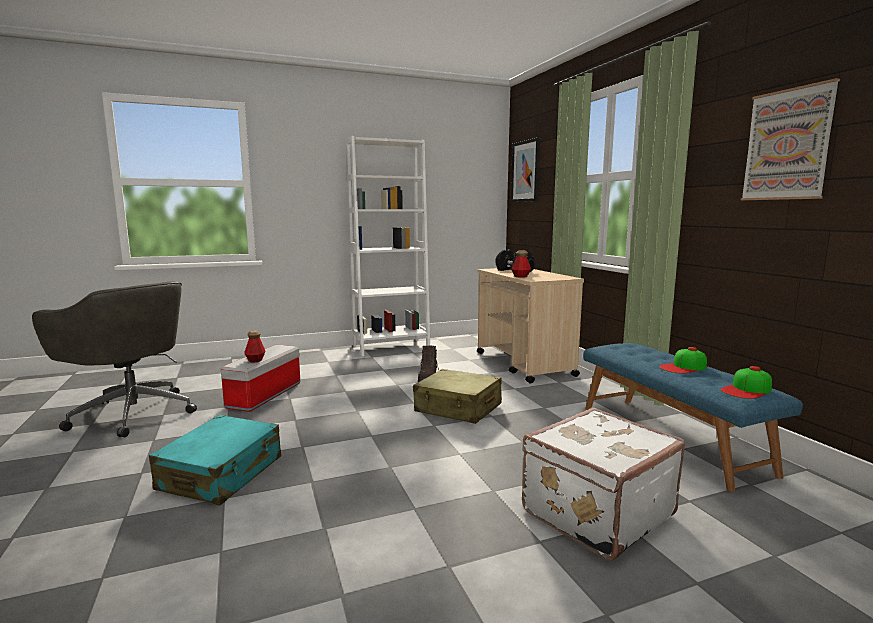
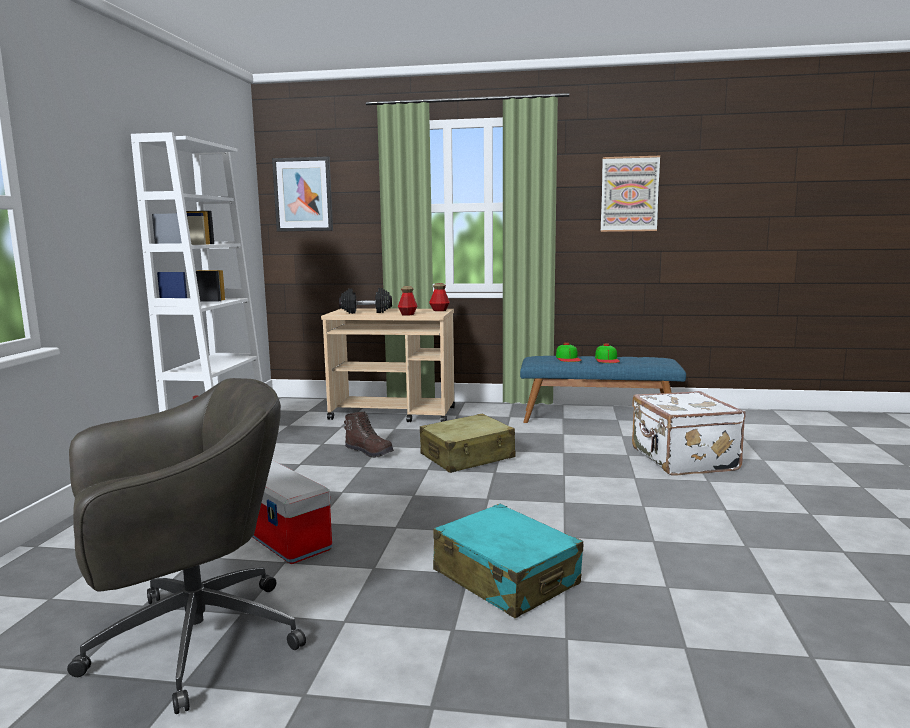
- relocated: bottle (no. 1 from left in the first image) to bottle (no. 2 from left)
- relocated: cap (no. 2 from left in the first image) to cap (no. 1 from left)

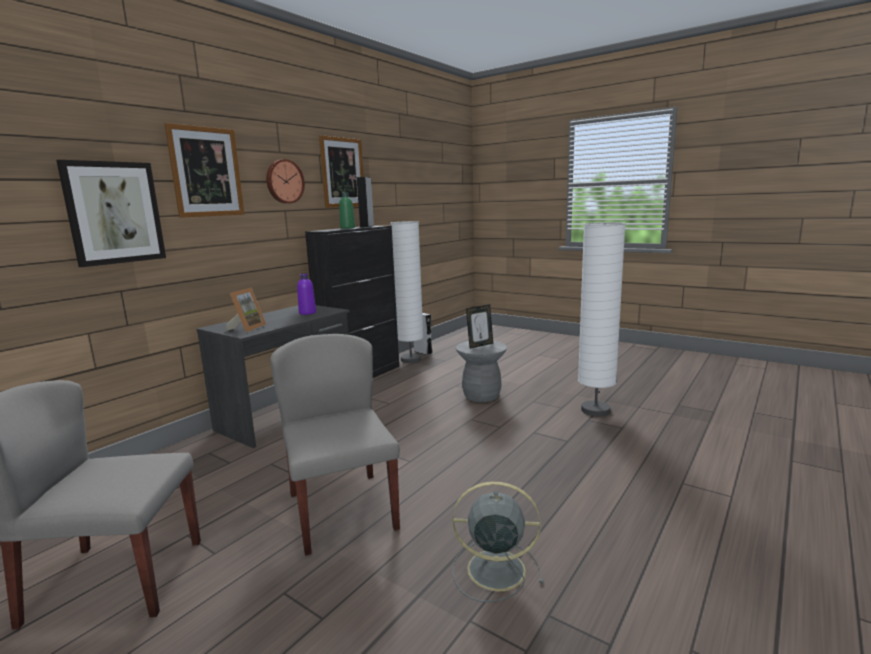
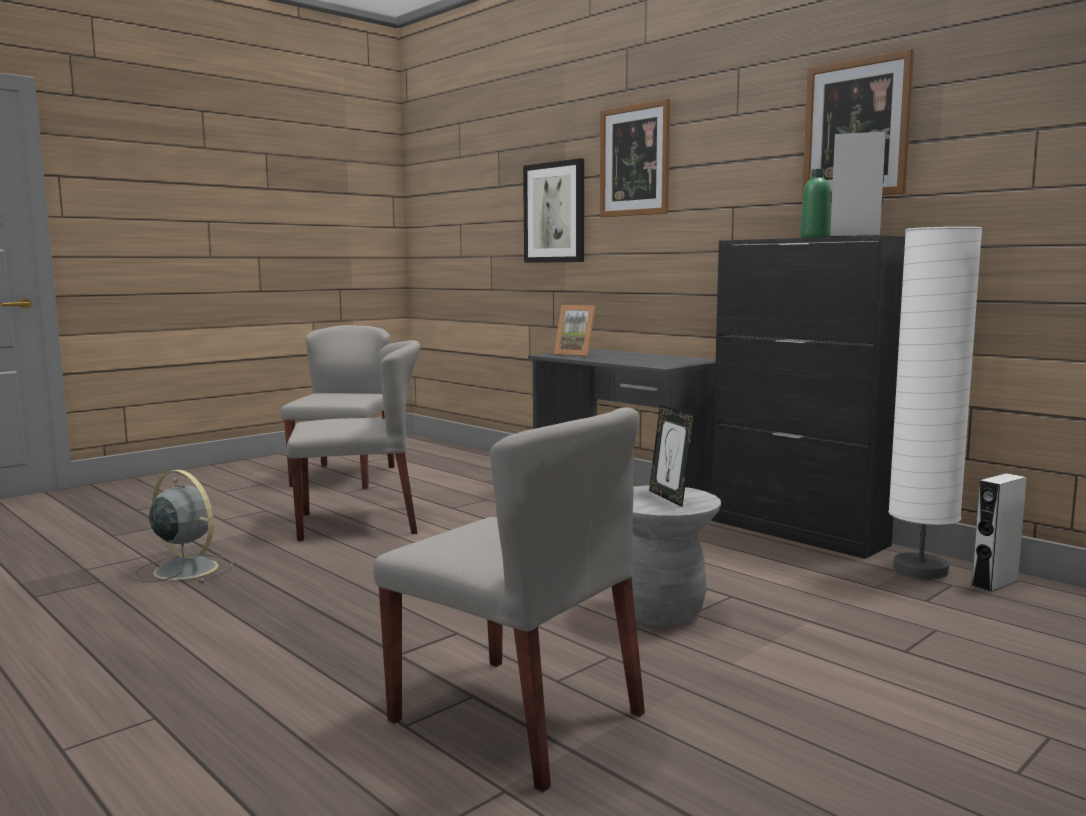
- missing: wall clock
- missing: bottle (purple)
- spun: fan (grey) 75 degrees counterclockwise
- exchanged: floor lamp (white) (no. 2 from left) to chair (grey) (no. 3 from left)

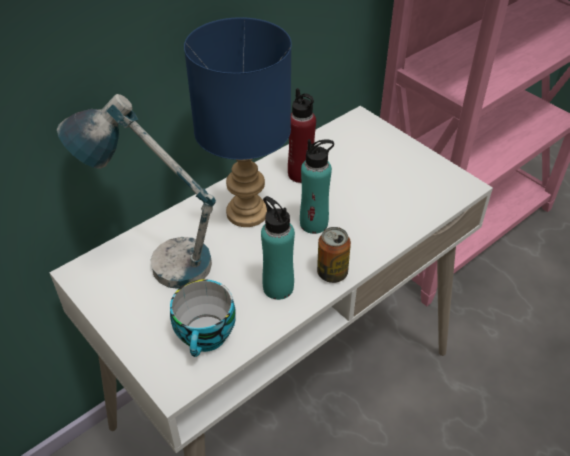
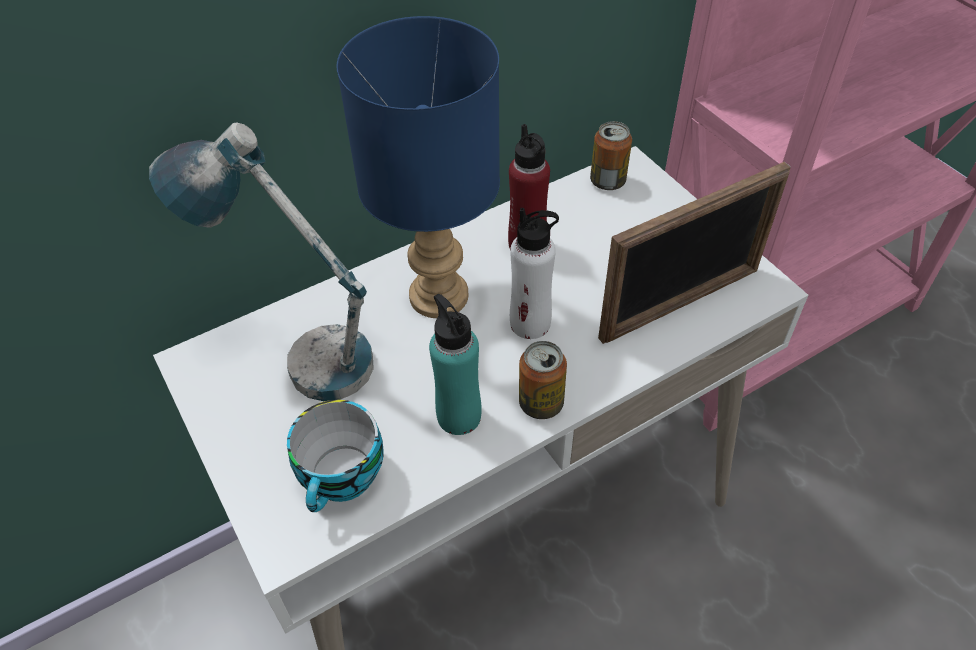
- colour: bottle (turquoise) (no. 2 from left) to bottle (white)
- appeared: can (no. 2 from left)
- appeared: picture frame

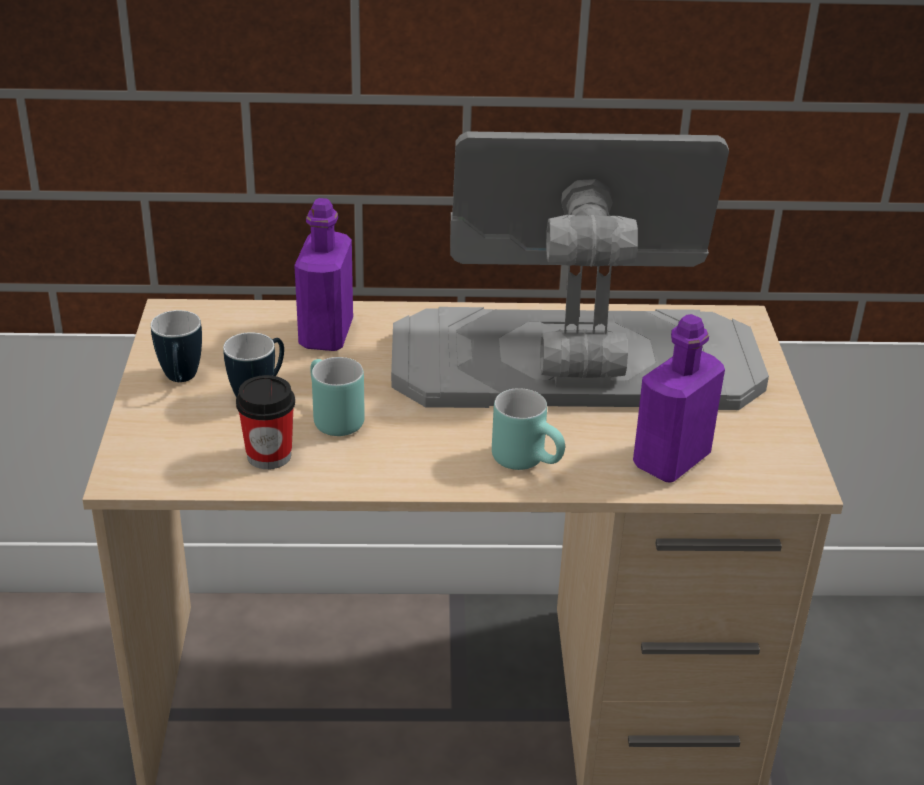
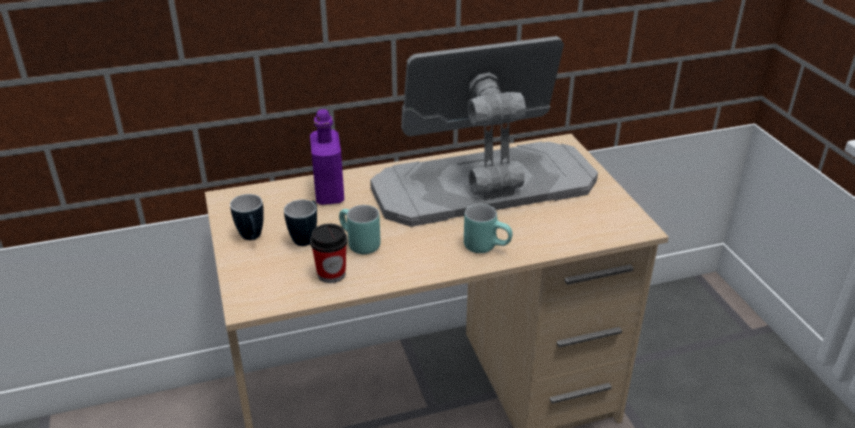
- missing: bottle (purple) (no. 2 from left)

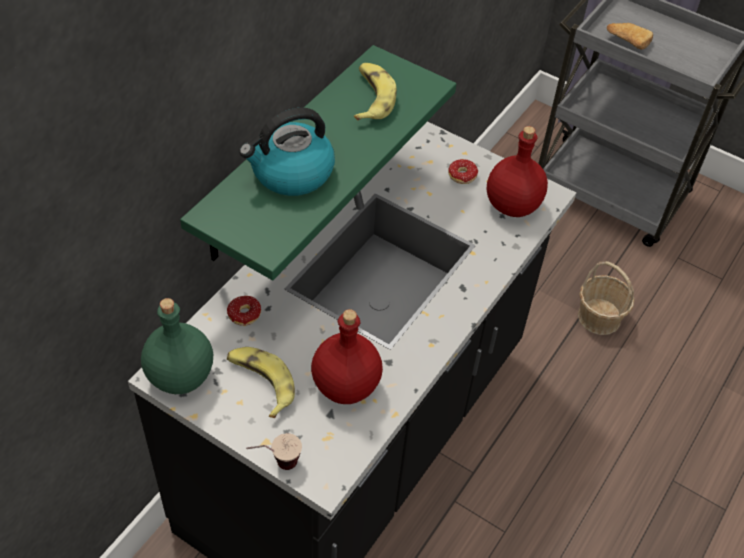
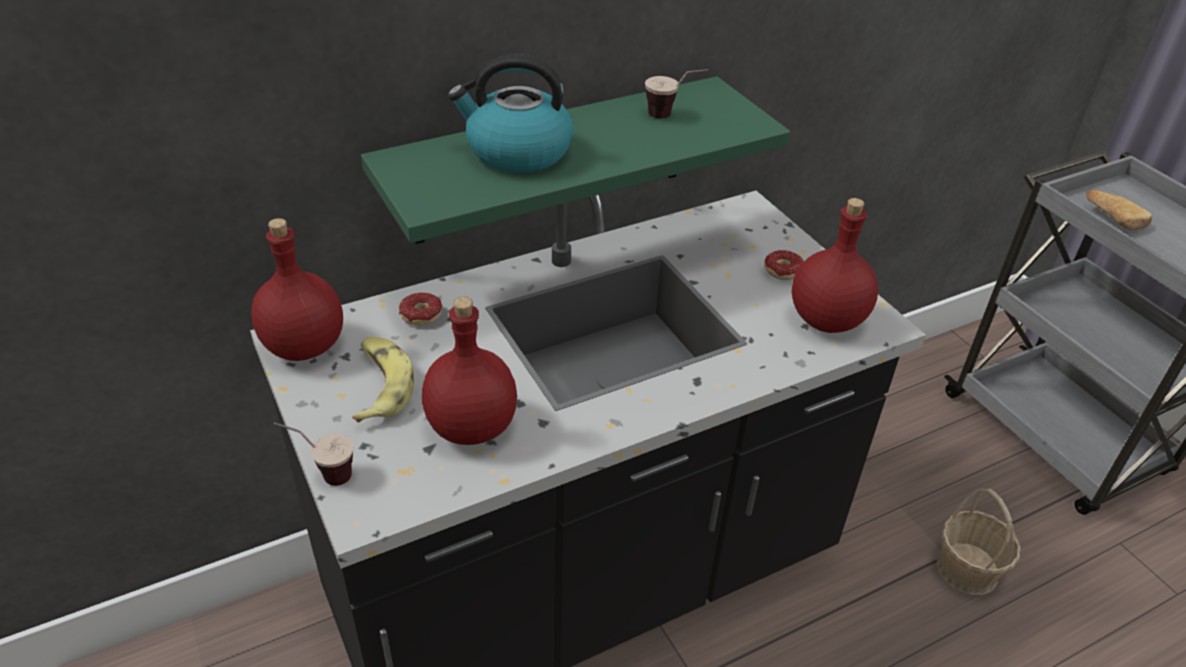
- colour: bottle (green) to bottle (red) (no. 1 from left)
- exchanged: banana (no. 2 from left) to cup (no. 2 from left)

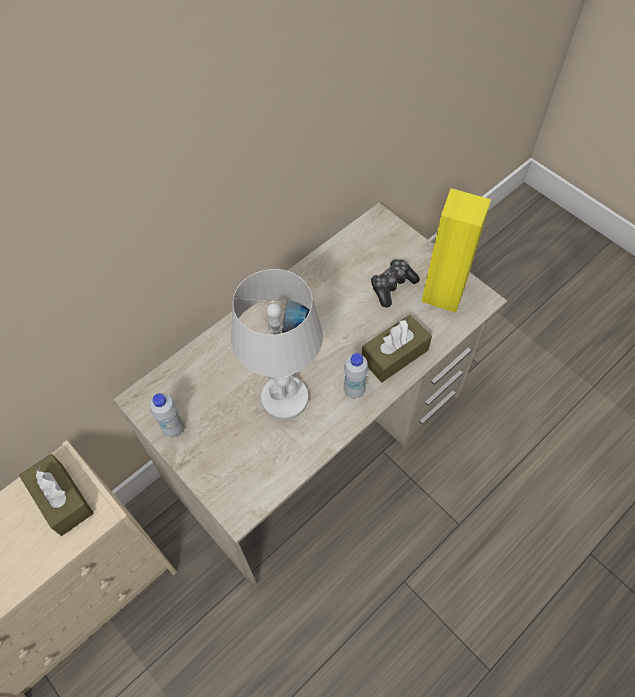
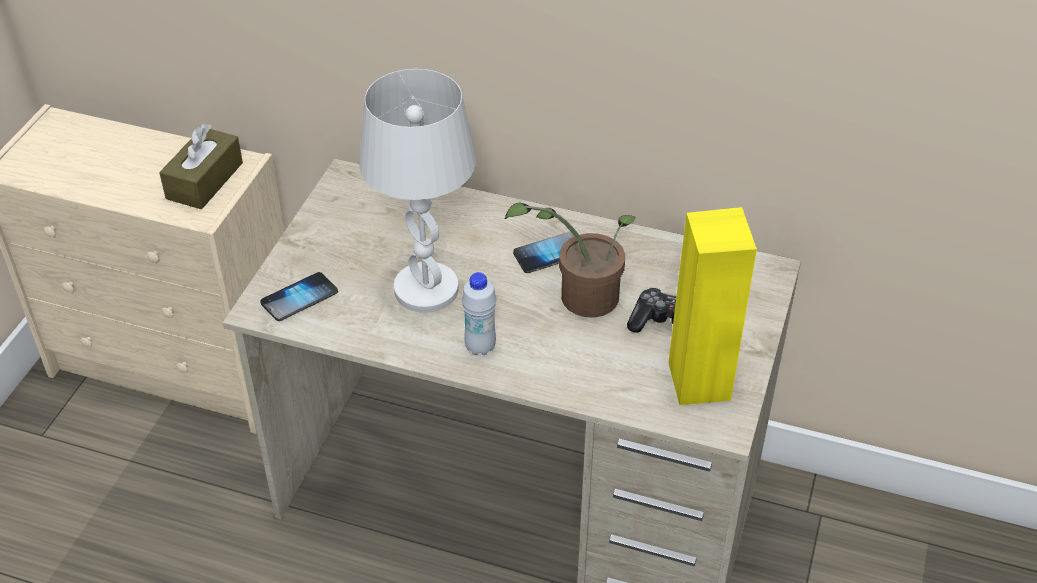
- missing: bottle (white) (no. 1 from left)
- missing: tissue box (brown) (no. 2 from left)
- appeared: phone (no. 1 from left)
- appeared: potted plant

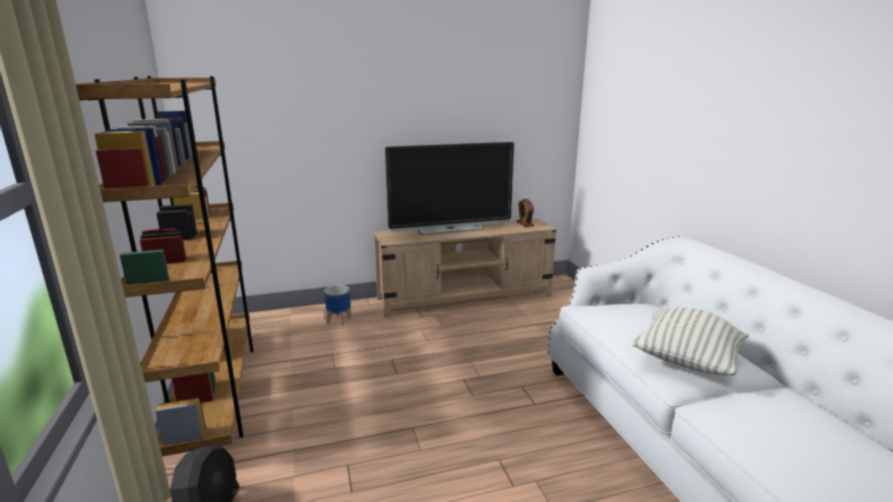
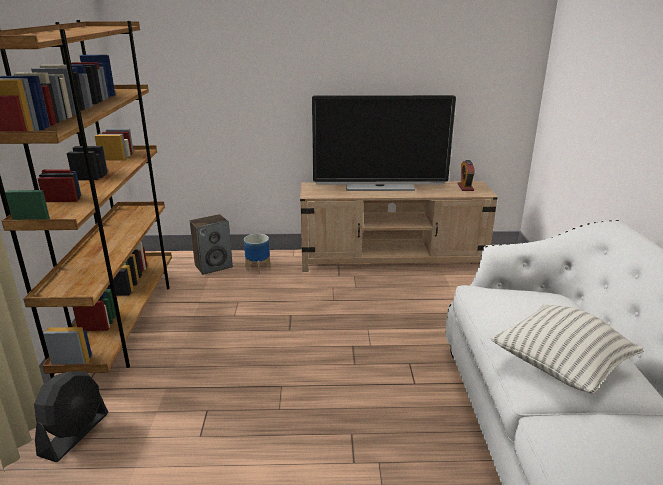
- appeared: speaker

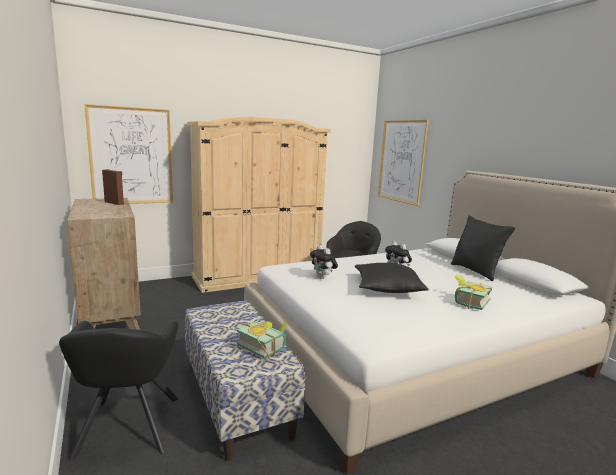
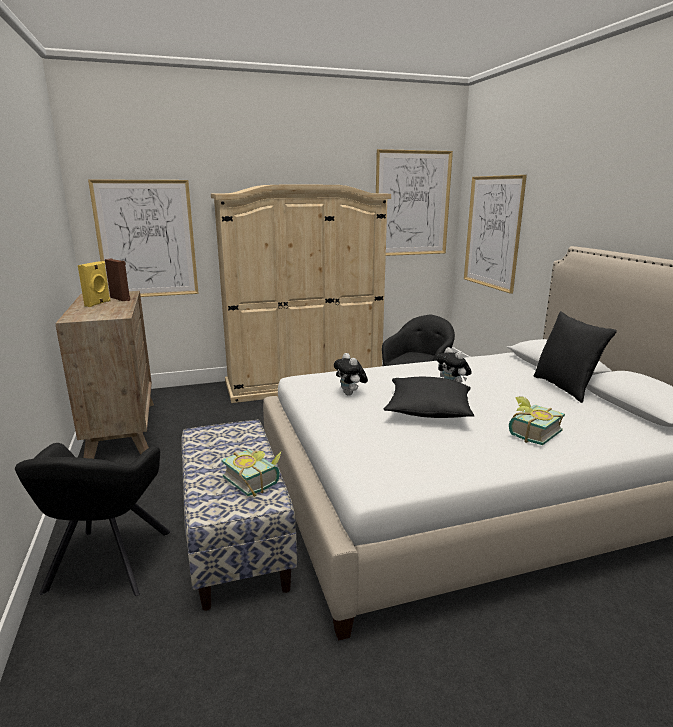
- appeared: speaker (yellow)
- appeared: picture (no. 2 from left)

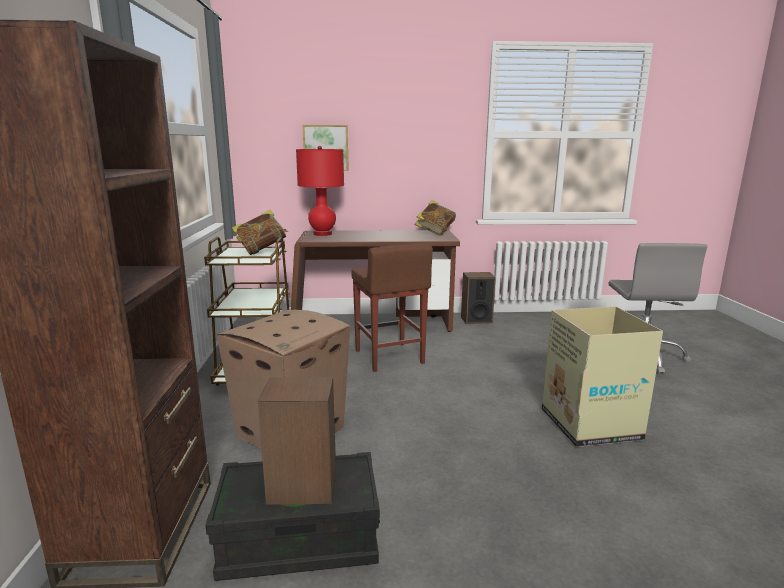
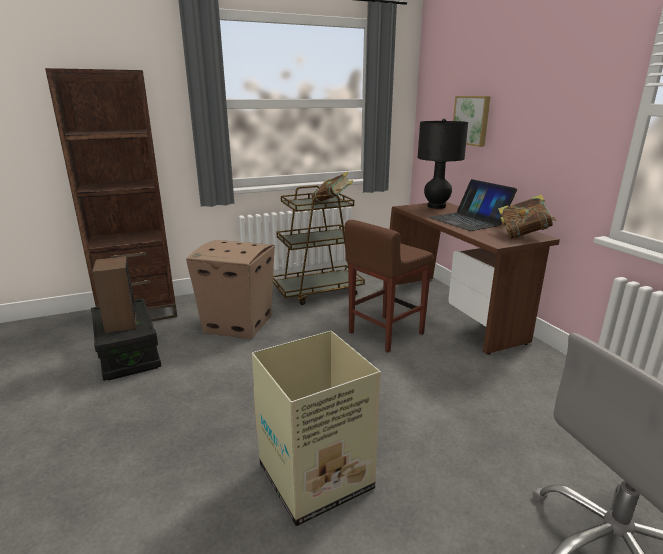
- colour: table lamp (red) to table lamp (black)
- missing: speaker (no. 2 from left)
- appeared: laptop

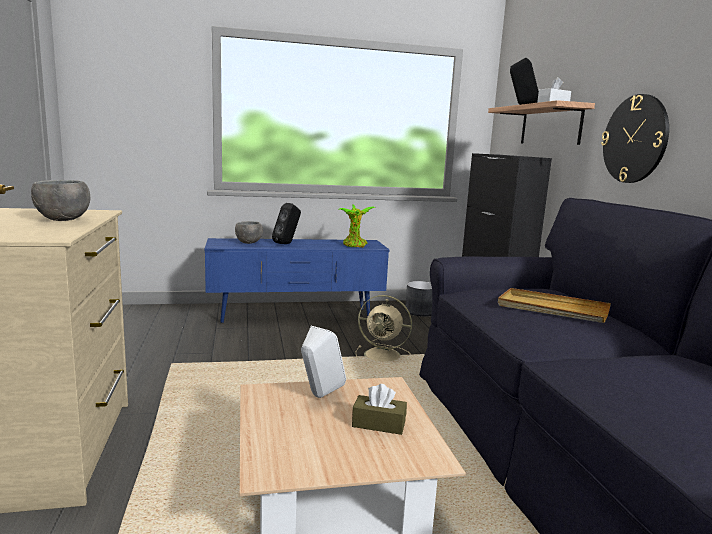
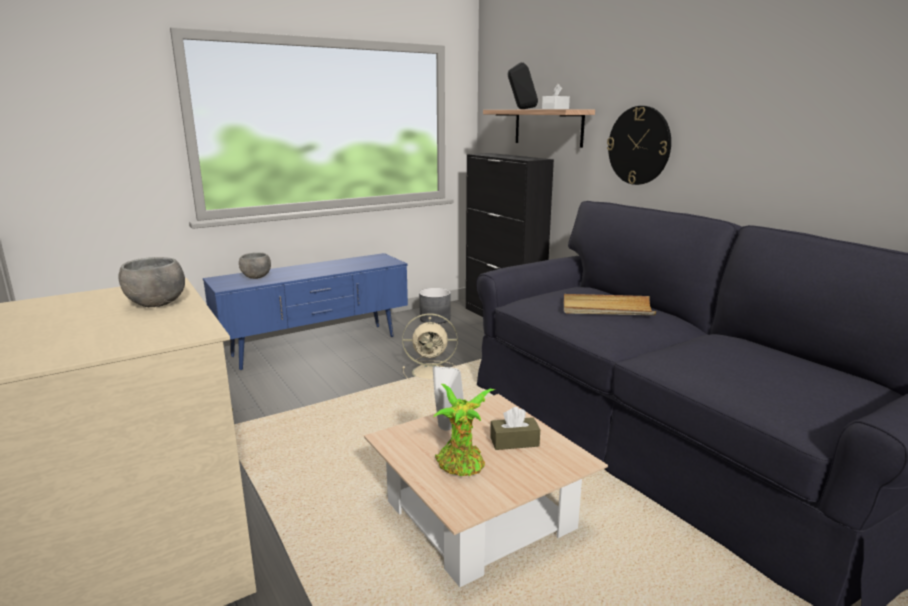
- missing: speaker (black) (no. 1 from left)
- relocated: potted plant

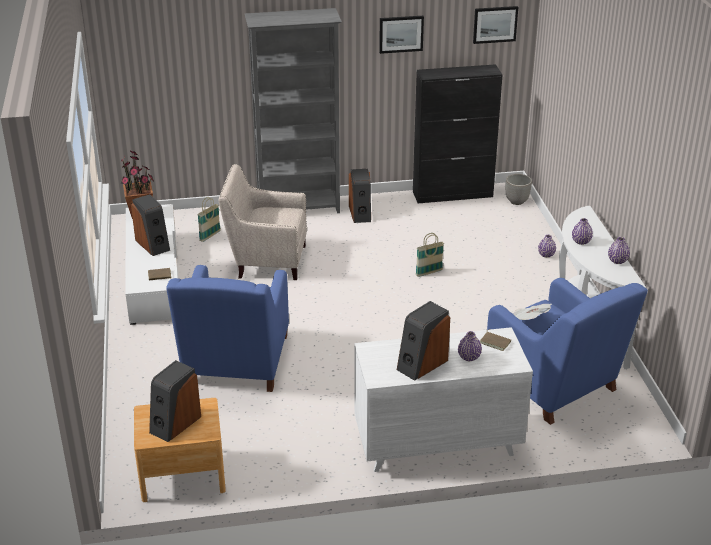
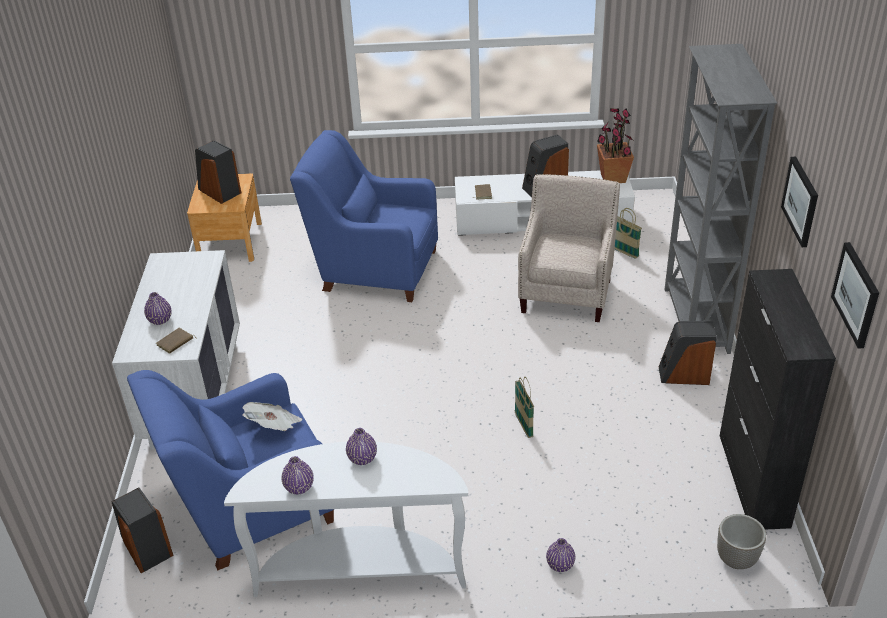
- relocated: speaker (no. 4 from left in the first image) to speaker (no. 1 from left)

